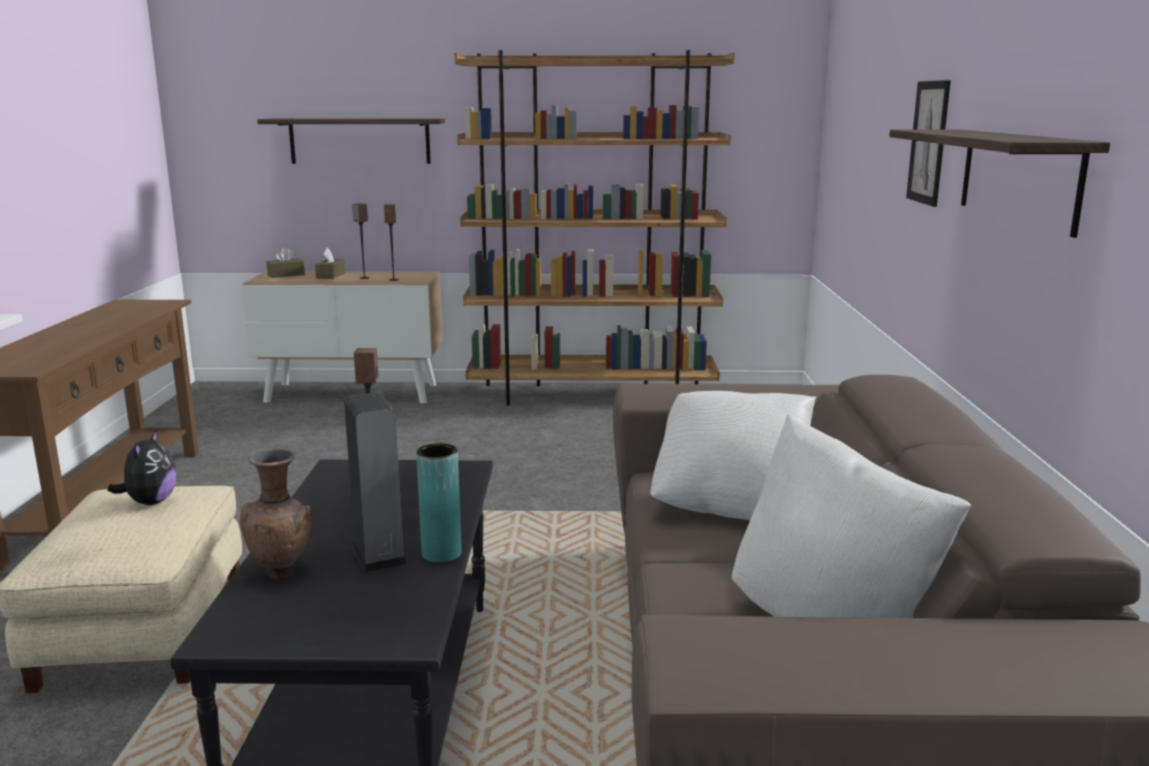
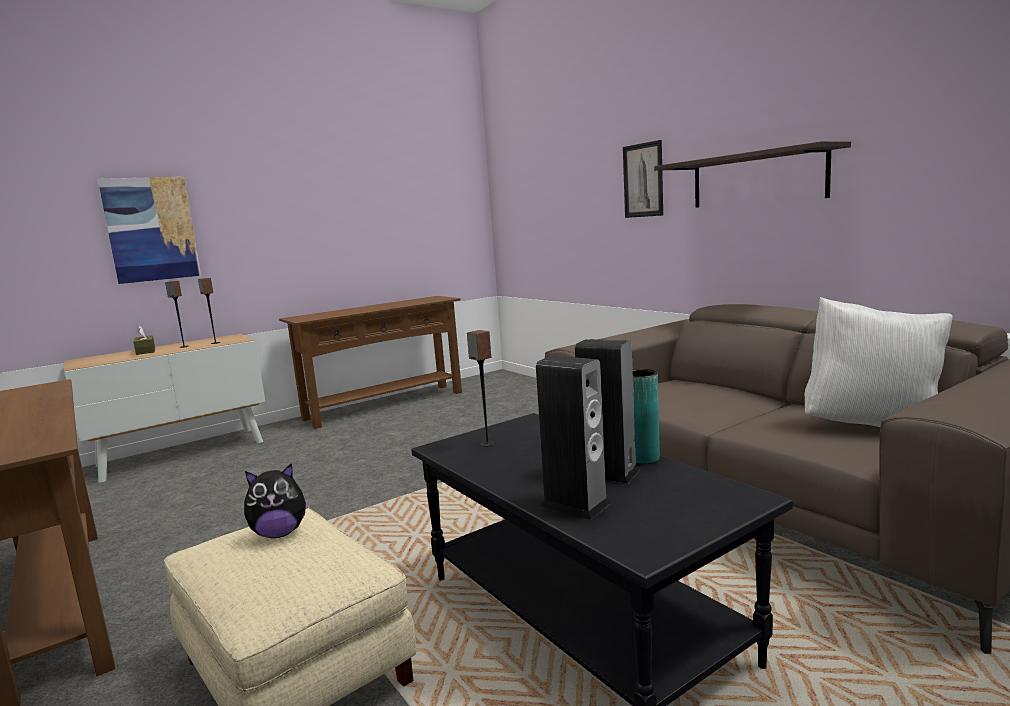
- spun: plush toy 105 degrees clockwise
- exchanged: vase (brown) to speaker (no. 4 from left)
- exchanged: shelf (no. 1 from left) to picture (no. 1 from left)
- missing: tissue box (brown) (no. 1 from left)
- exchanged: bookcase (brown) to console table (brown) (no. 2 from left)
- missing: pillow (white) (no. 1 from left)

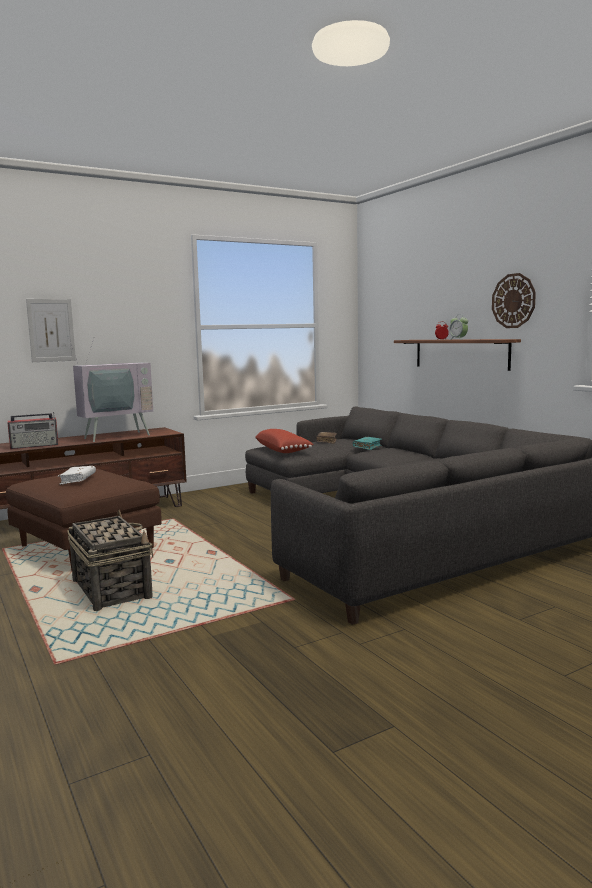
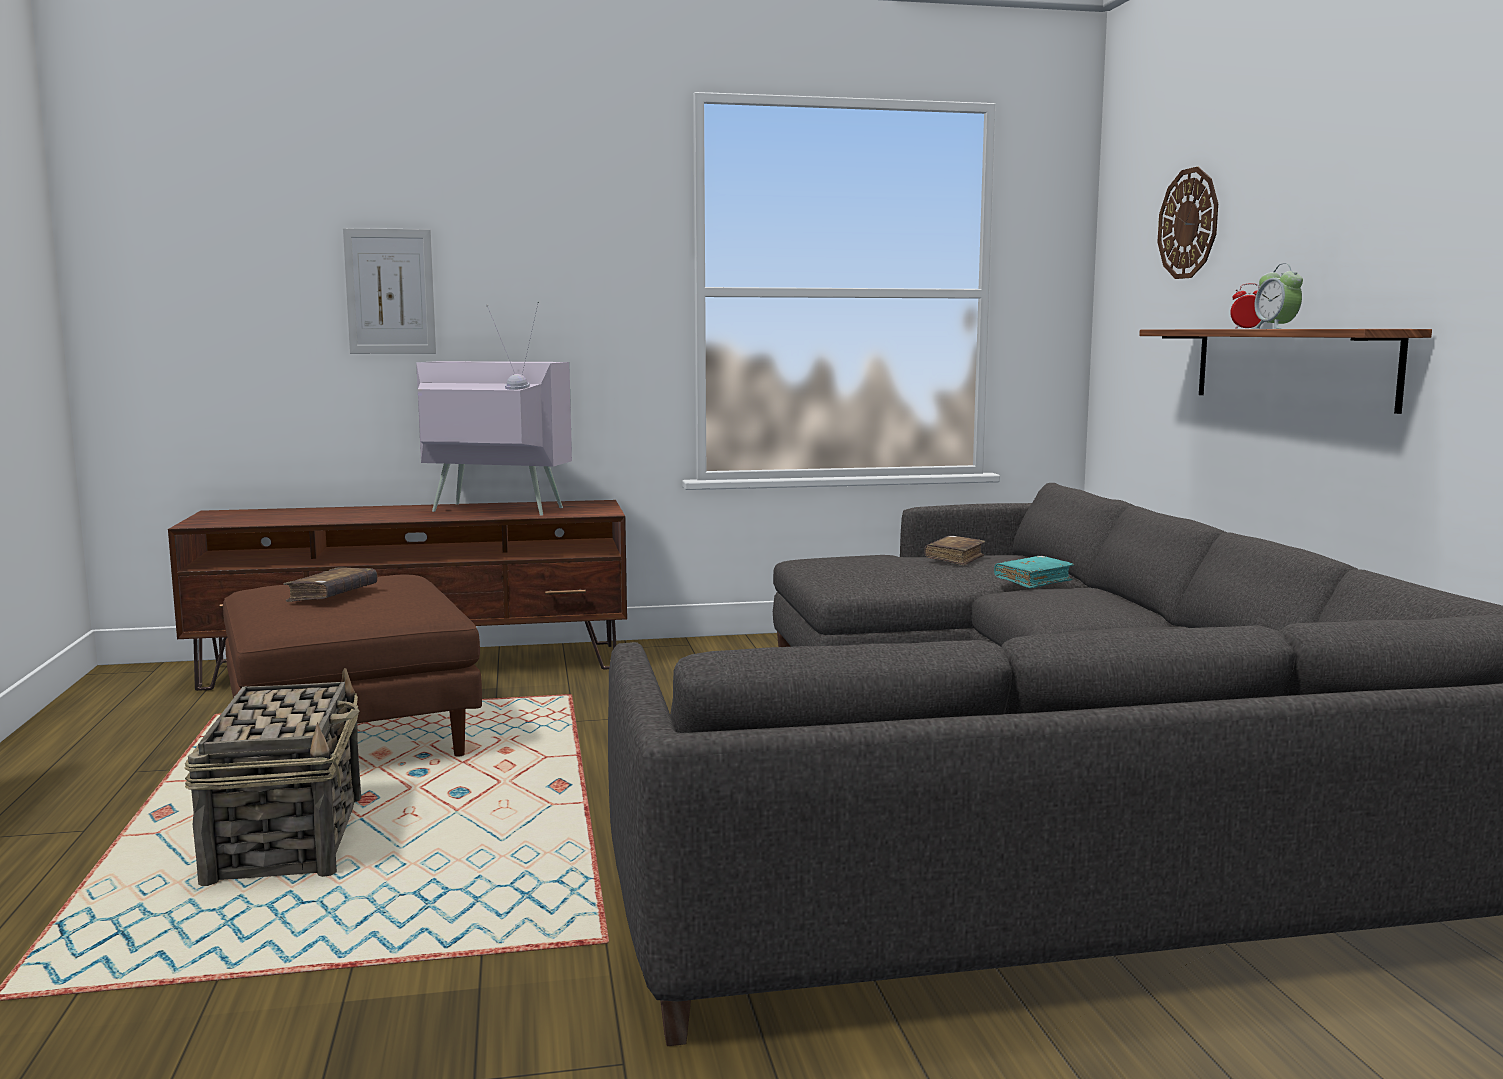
- missing: radio
- colour: book (white) to book (brown) (no. 1 from left)
- spun: television 150 degrees counterclockwise
- missing: pillow (red)
- relocated: wall clock

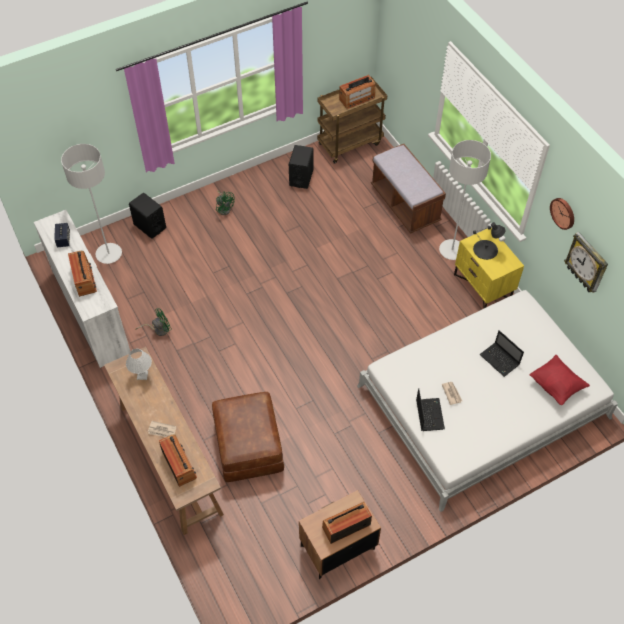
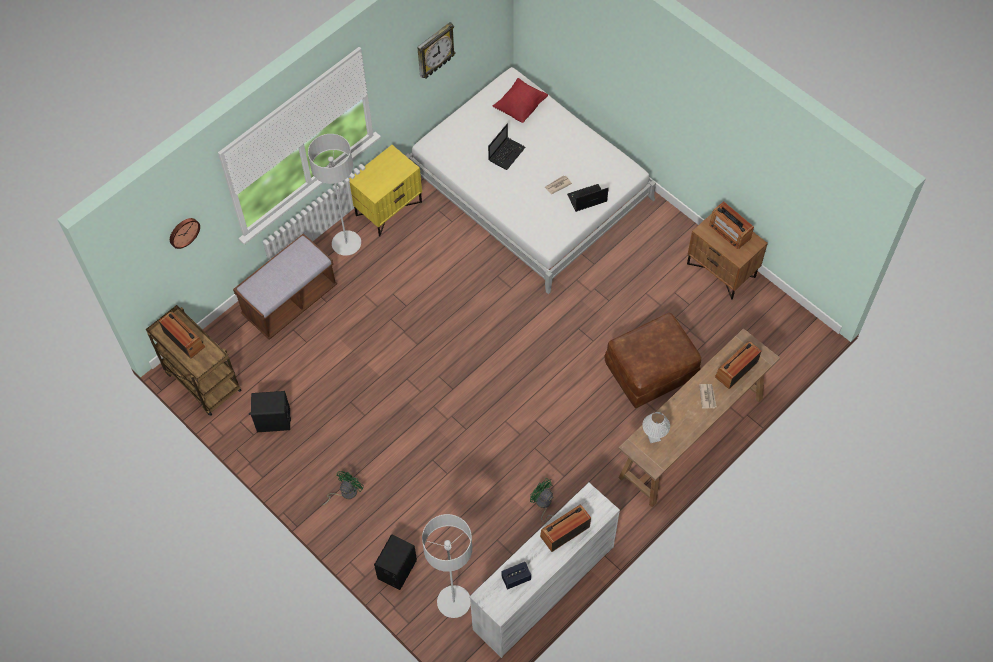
- missing: table lamp (black)
- relocated: wall clock (no. 1 from left)

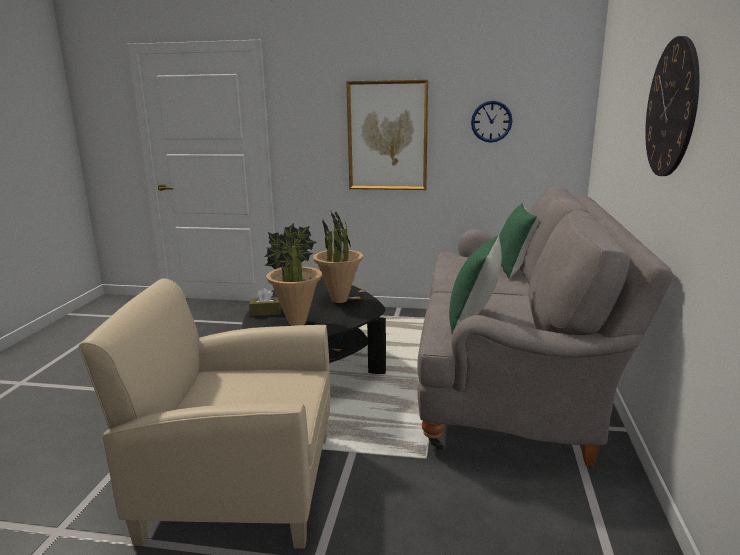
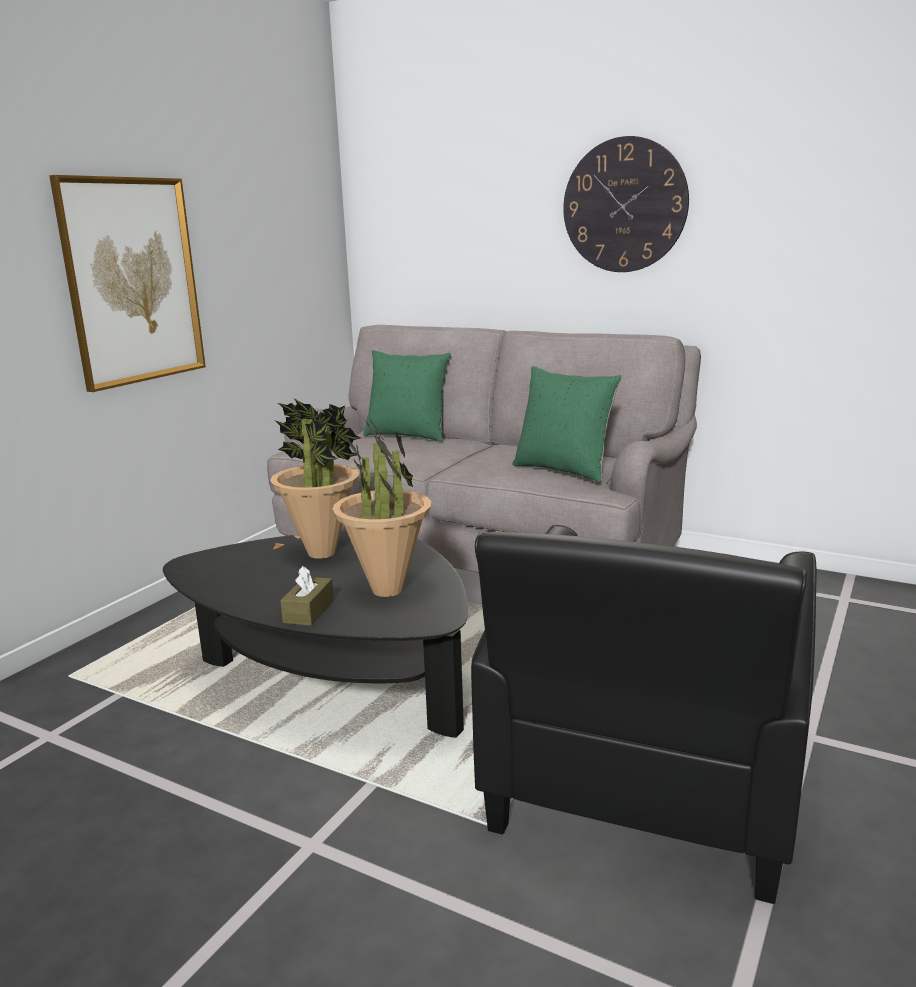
- colour: armchair (beige) to armchair (black)
- missing: wall clock (no. 1 from left)

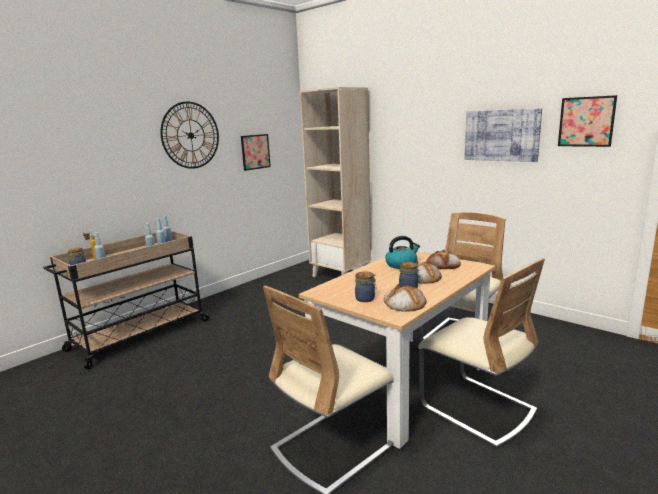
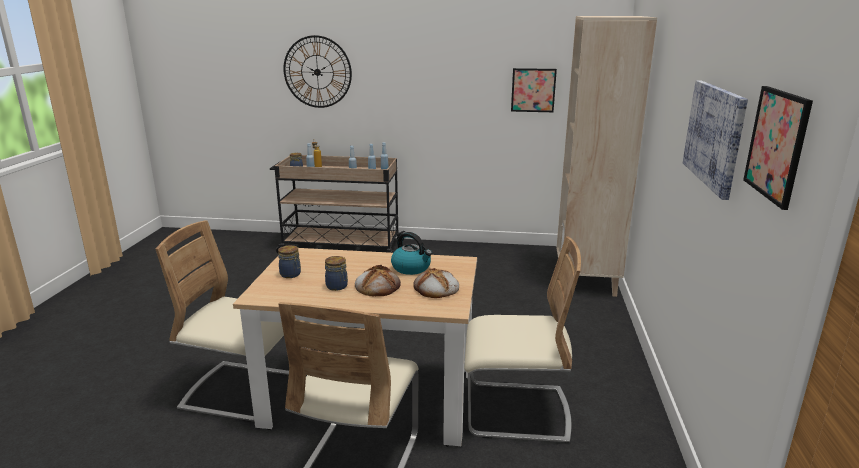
- relocated: wall clock
- missing: bread (no. 1 from left)

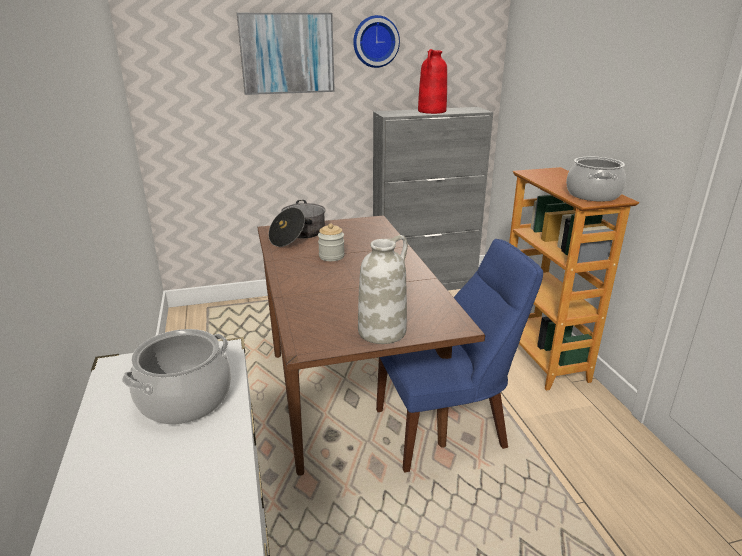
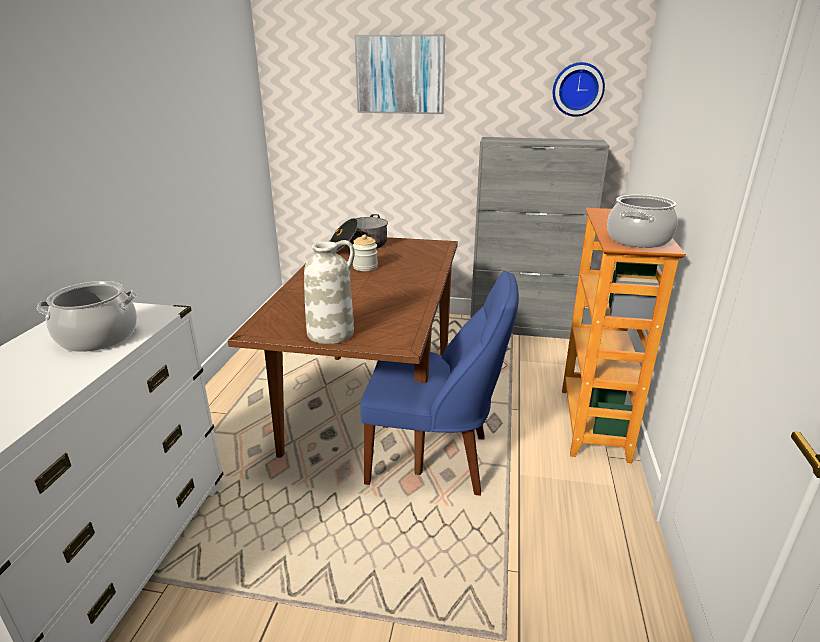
- relocated: wall clock
- missing: vase (red)

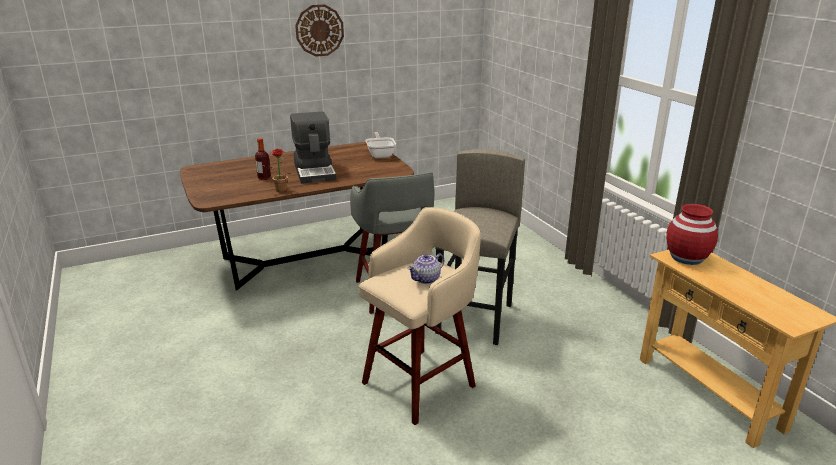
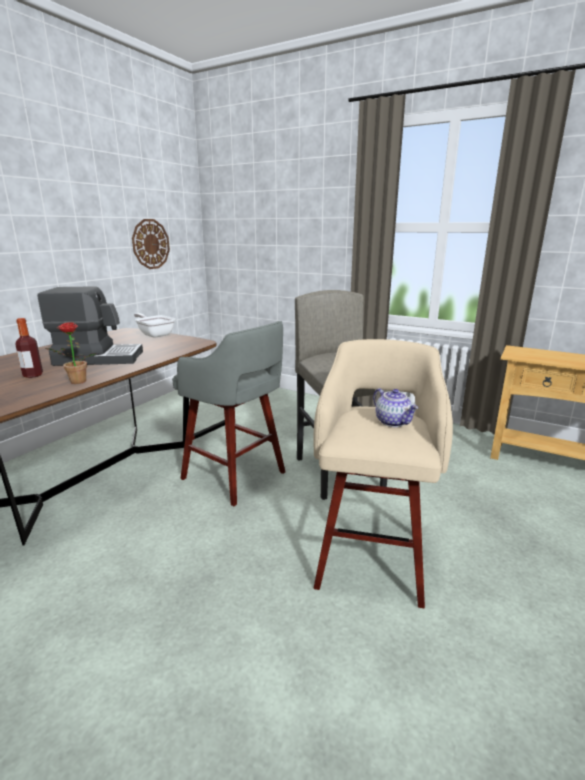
- spun: coffee machine 45 degrees counterclockwise
- relocated: wall clock
- spun: teapot 45 degrees counterclockwise
- missing: vase (red)

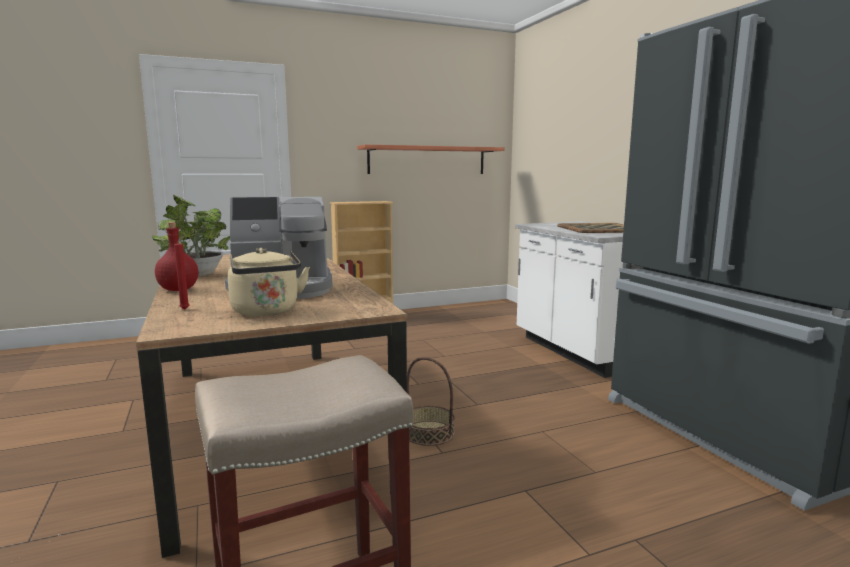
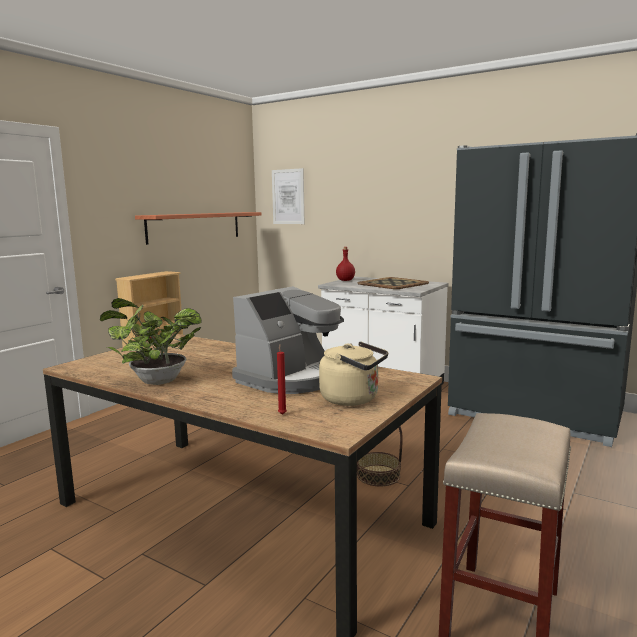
- relocated: bottle (red)
- appeared: picture

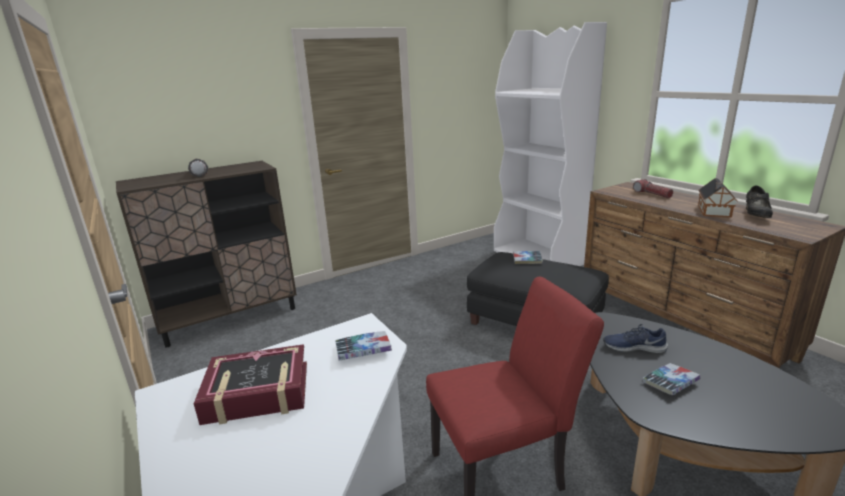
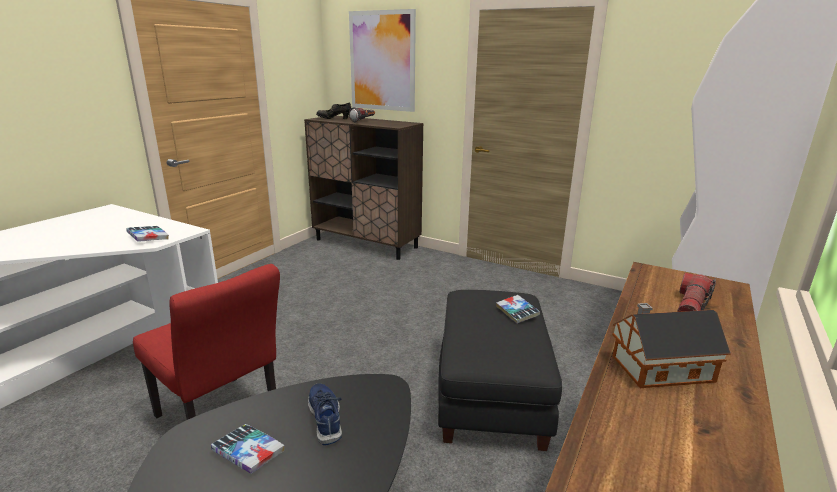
- missing: book (no. 1 from left)
- relocated: shoe (black)
- appeared: picture

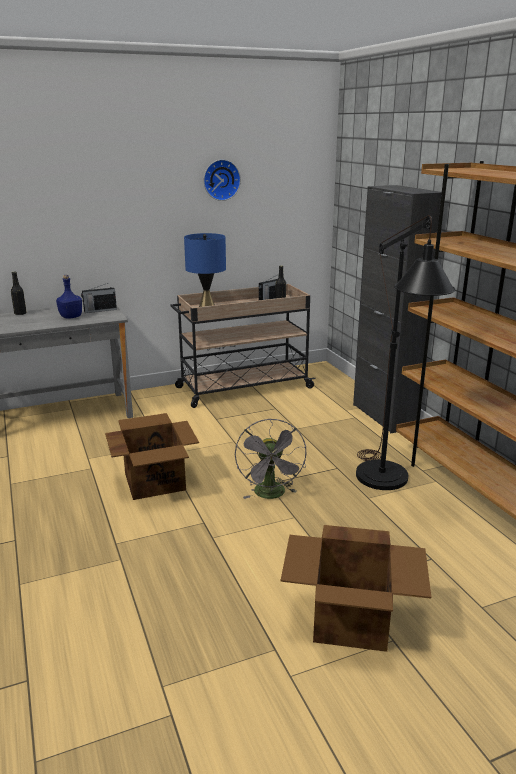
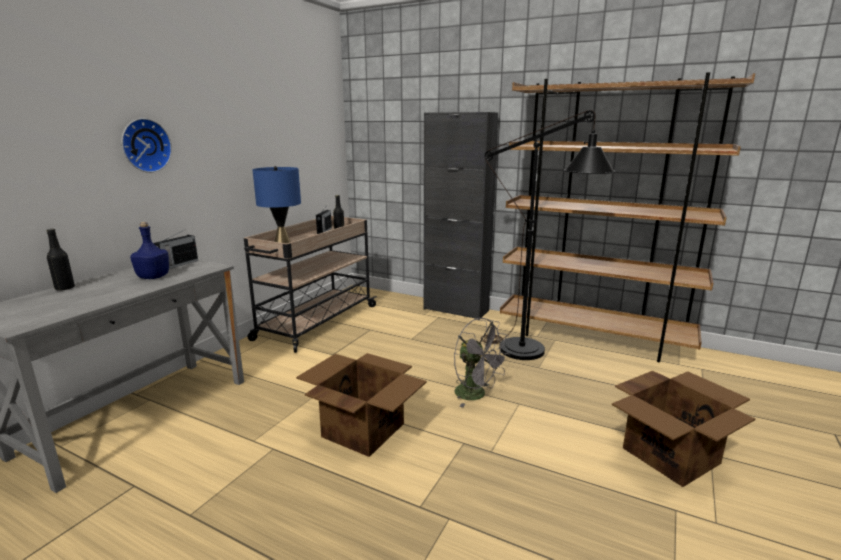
- relocated: wall clock

